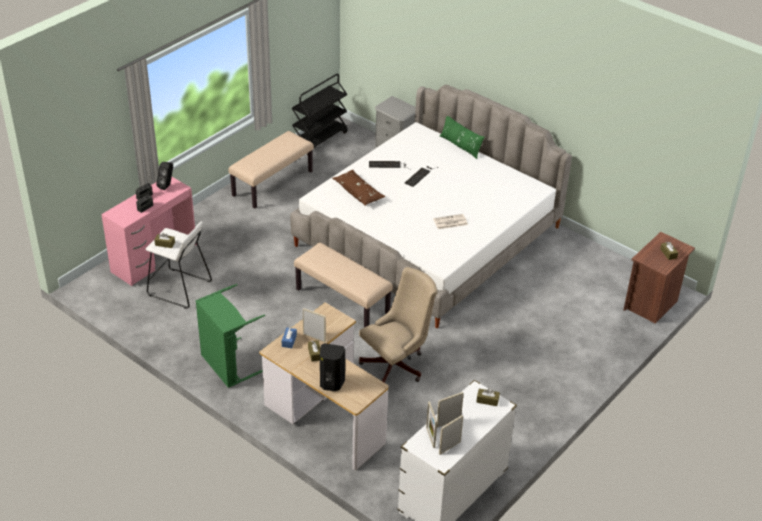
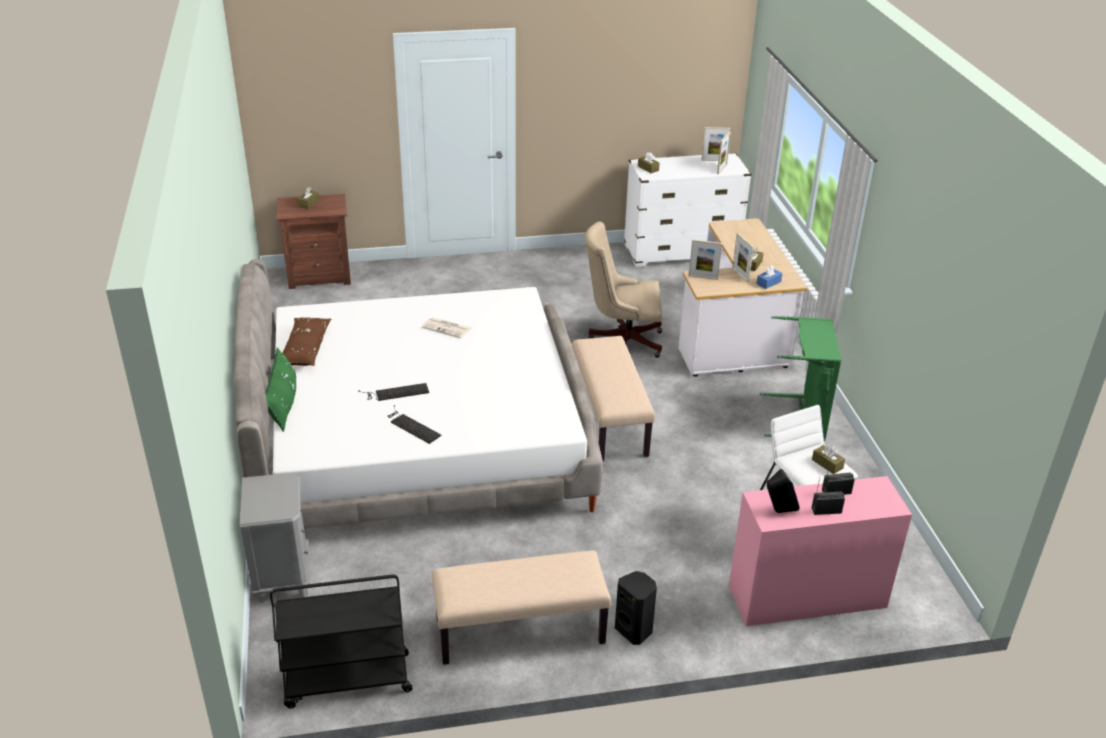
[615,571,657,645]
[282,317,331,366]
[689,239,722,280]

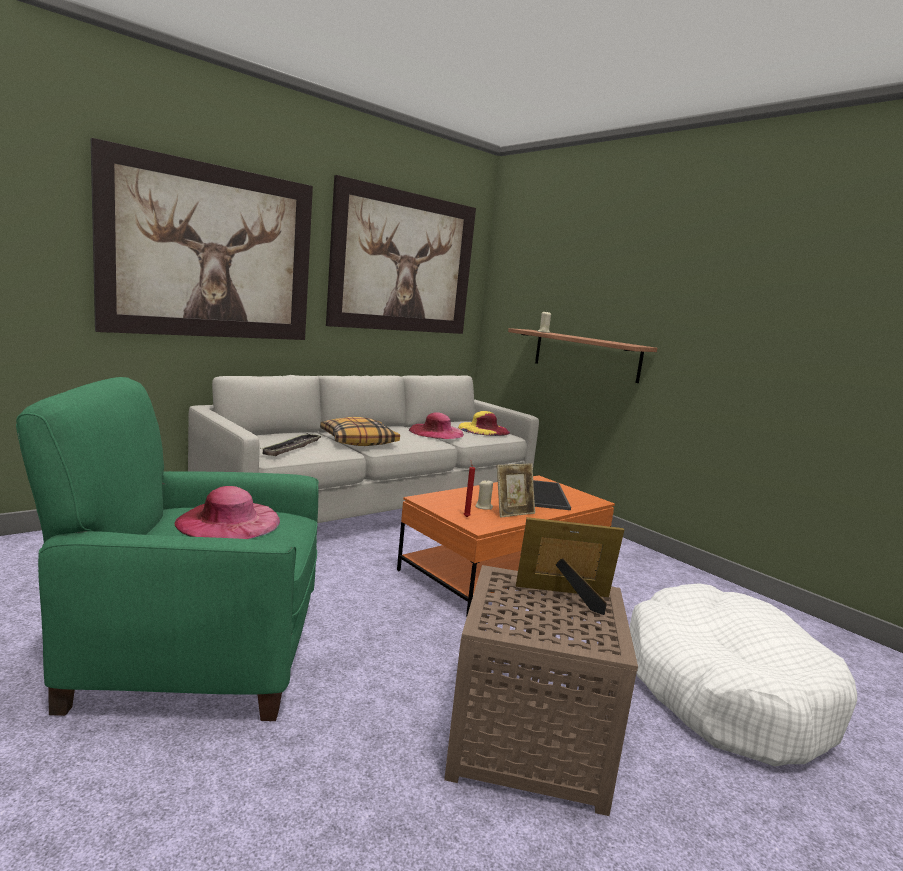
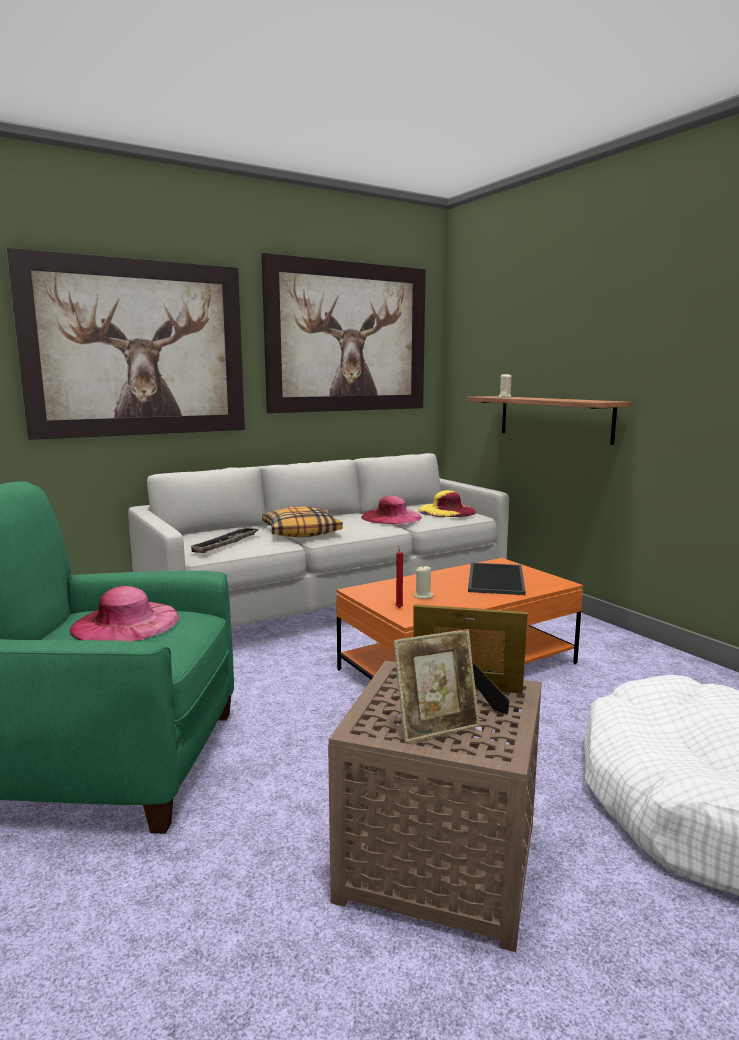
[393,629,480,743]

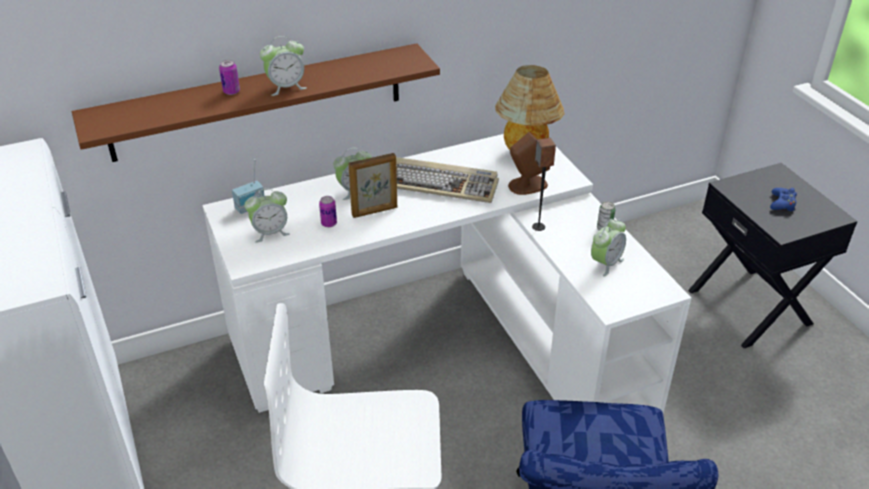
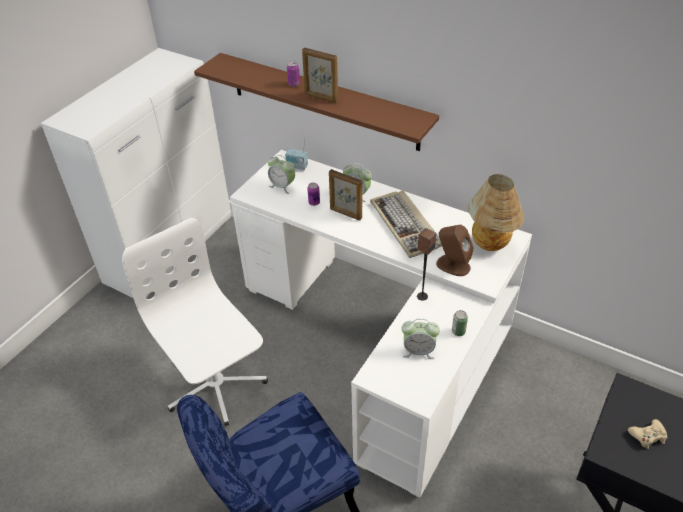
[302,47,338,103]
[628,419,668,449]

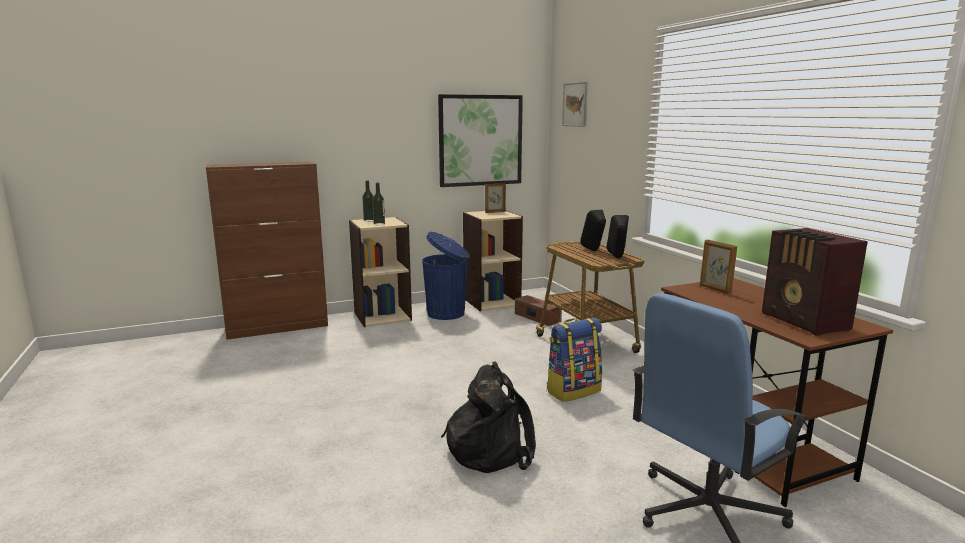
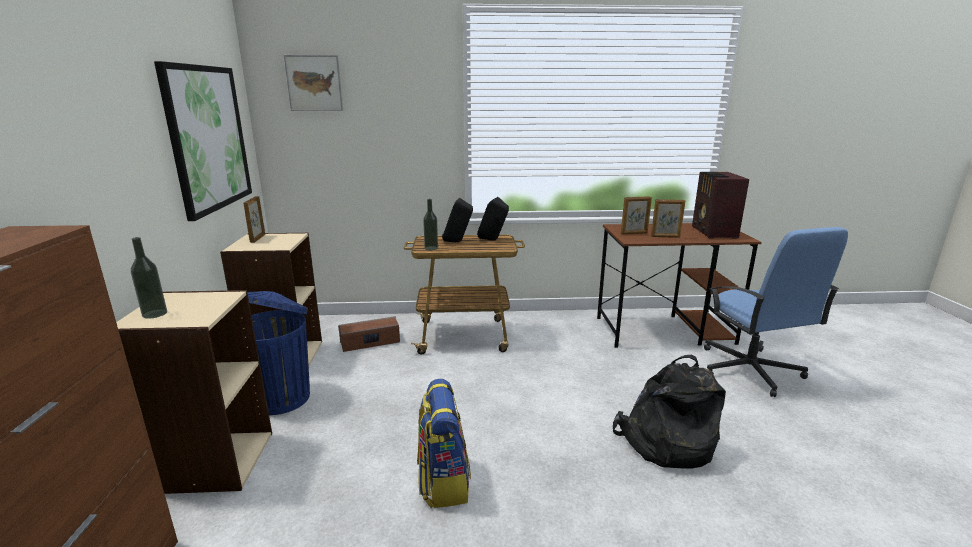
[651,199,685,238]
[423,199,438,250]
[417,379,471,508]
[692,172,749,239]

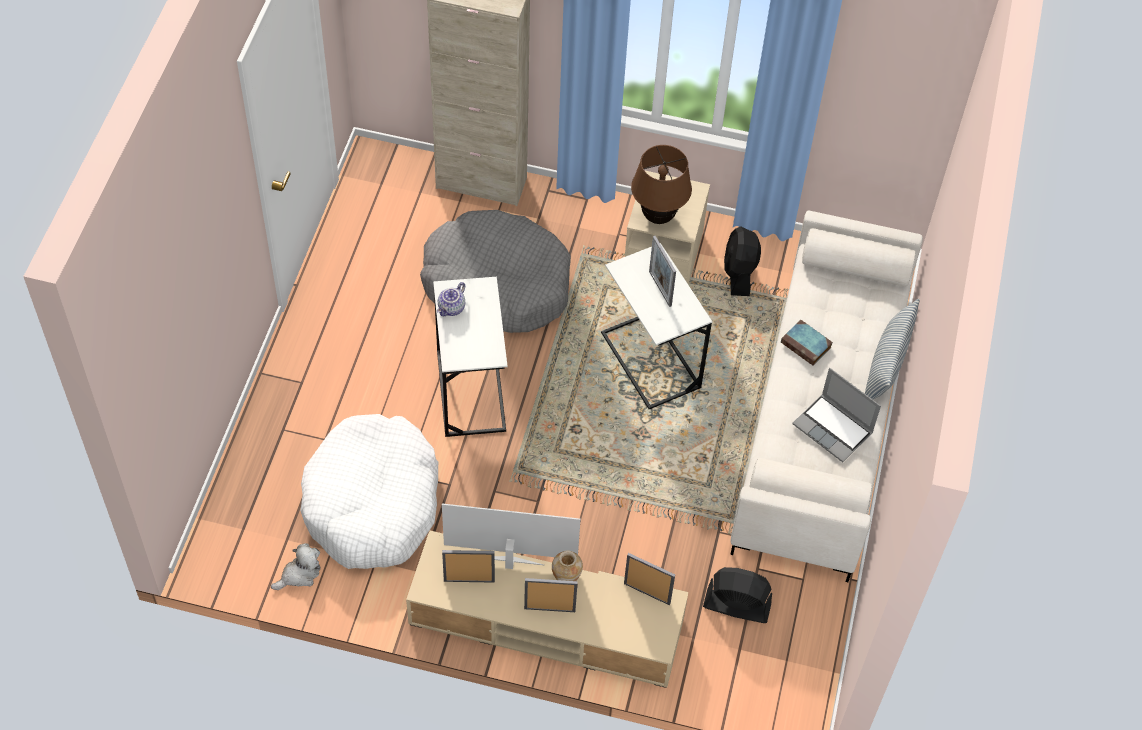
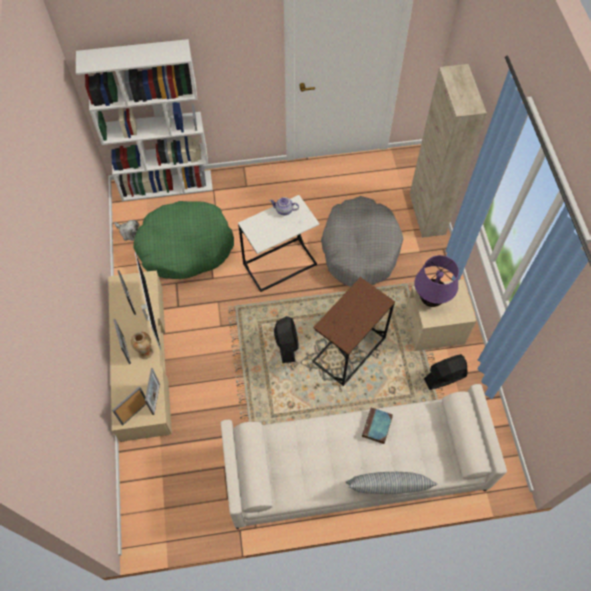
[792,368,881,463] (first image)
[76,39,213,201]
[112,386,146,426]
[274,316,298,363]
[133,201,234,279]
[312,277,395,386]
[414,255,459,307]

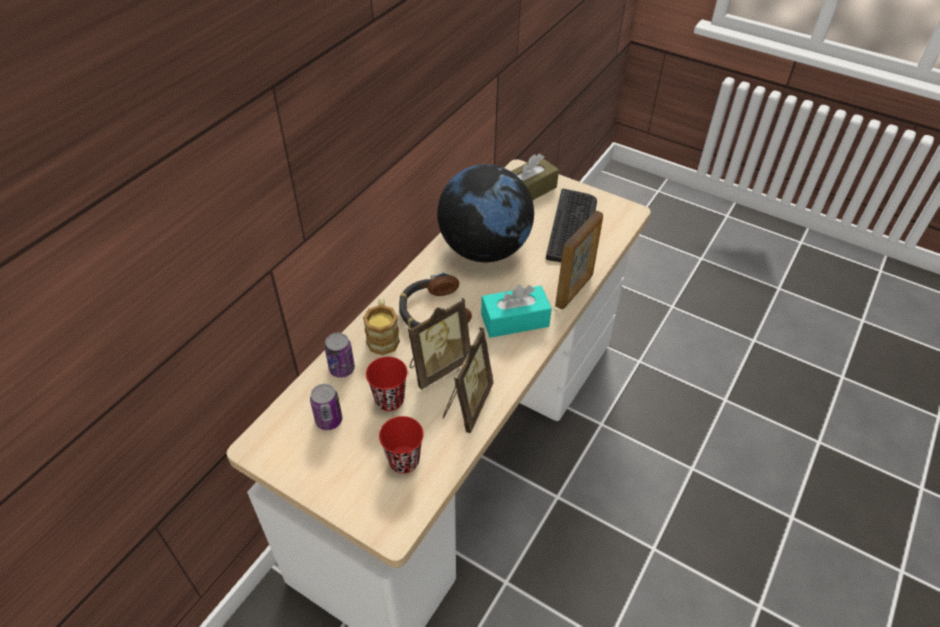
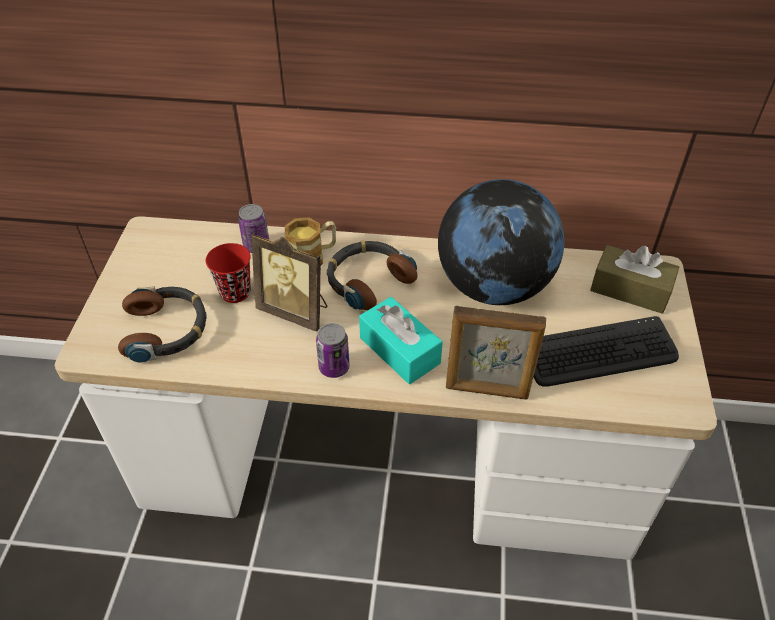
[443,327,494,433] (first image)
[316,323,350,378]
[118,286,207,363]

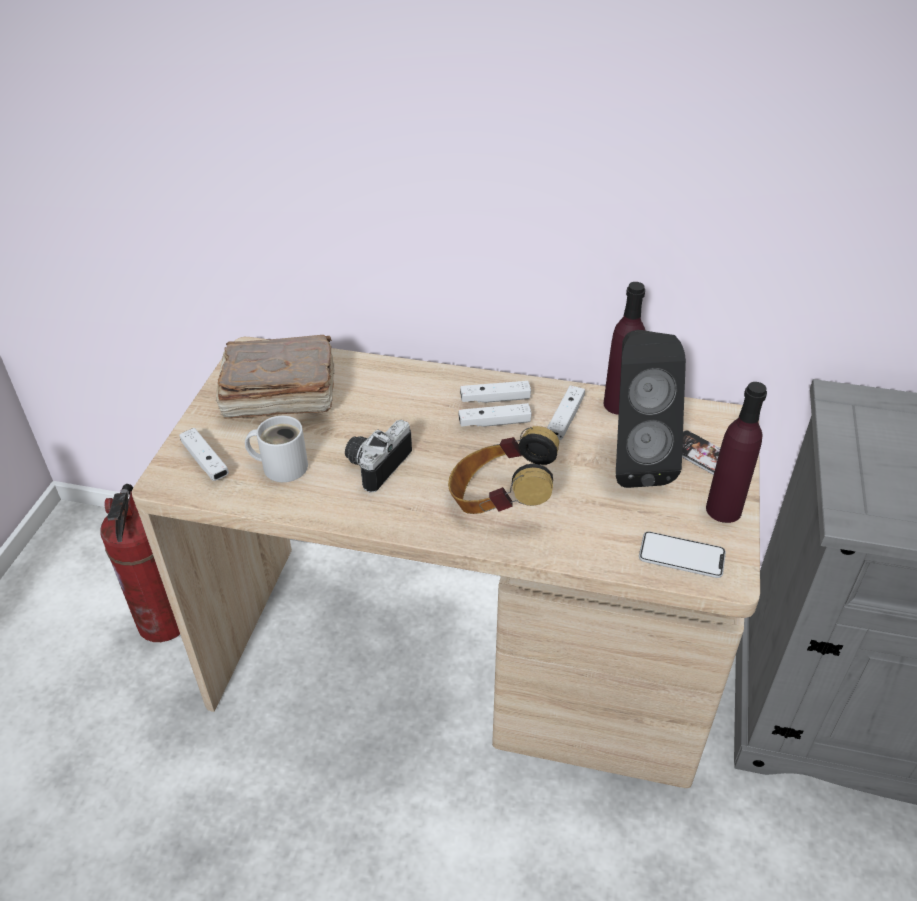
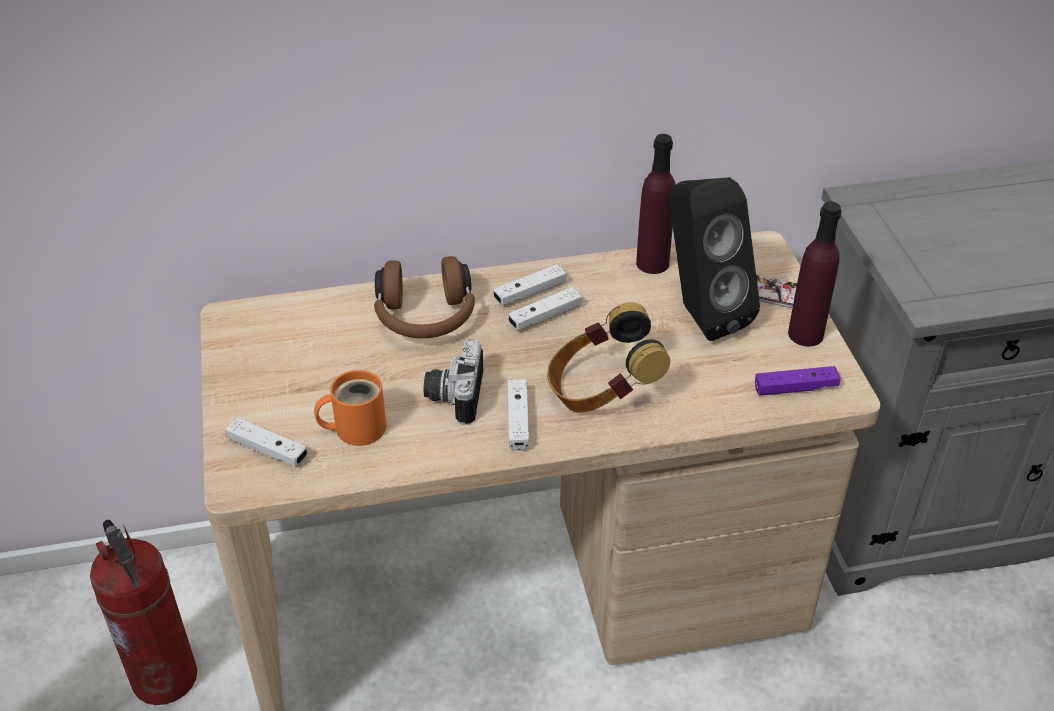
[216,335,335,419] (first image)
[374,256,475,338]
[507,379,529,451]
[755,366,841,396]
[314,370,386,446]

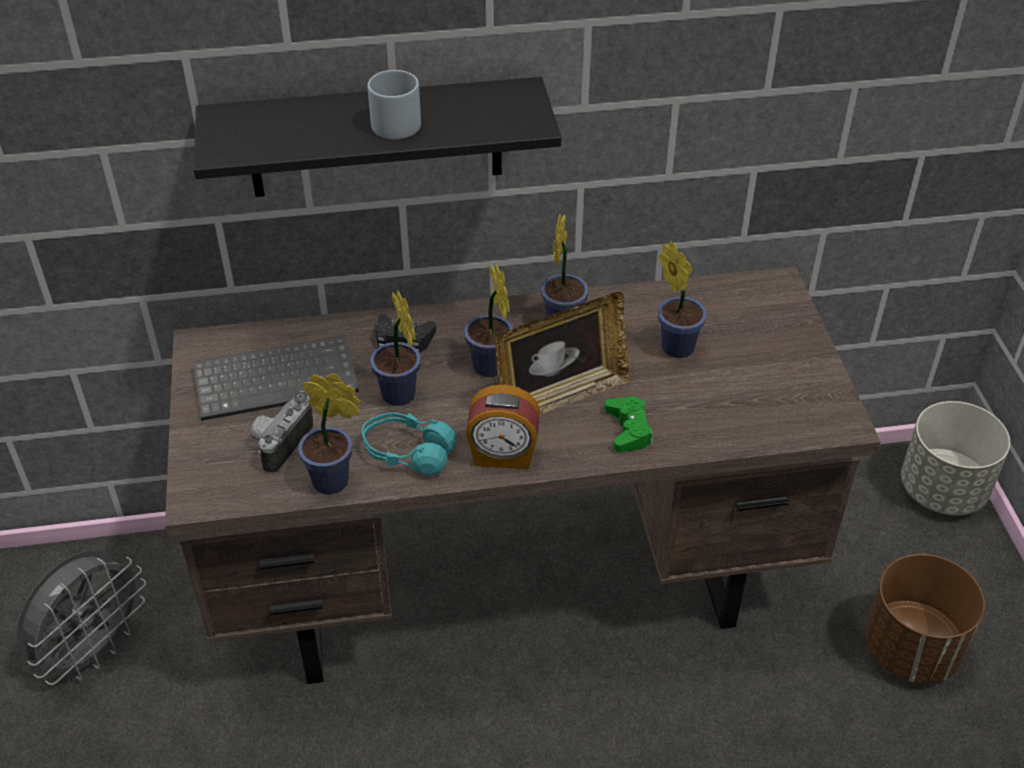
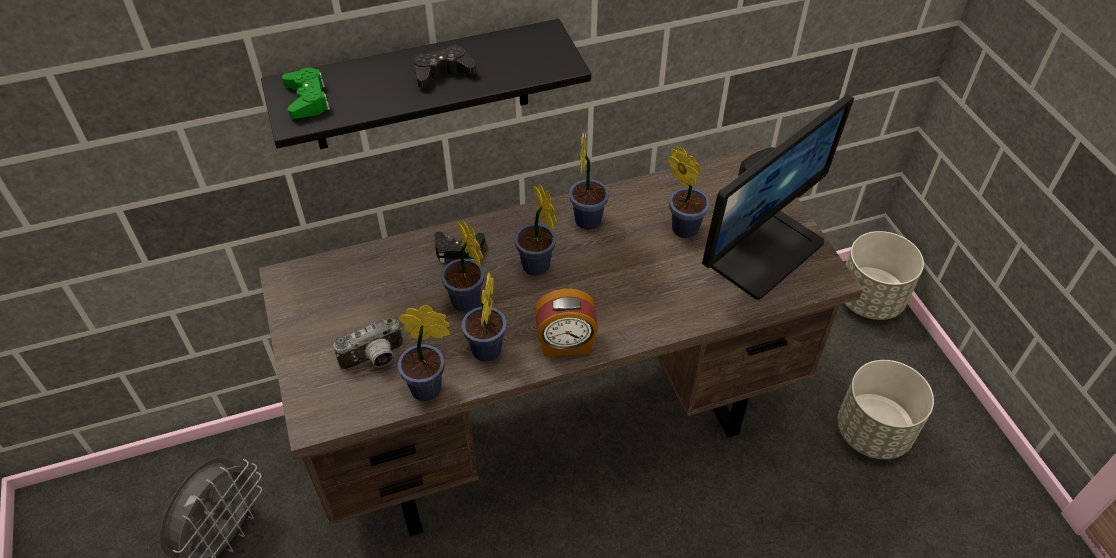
[193,335,359,421] (first image)
[495,292,630,415] (first image)
[702,94,854,300]
[282,68,330,119]
[461,272,507,362]
[414,45,476,88]
[837,360,934,460]
[334,319,403,371]

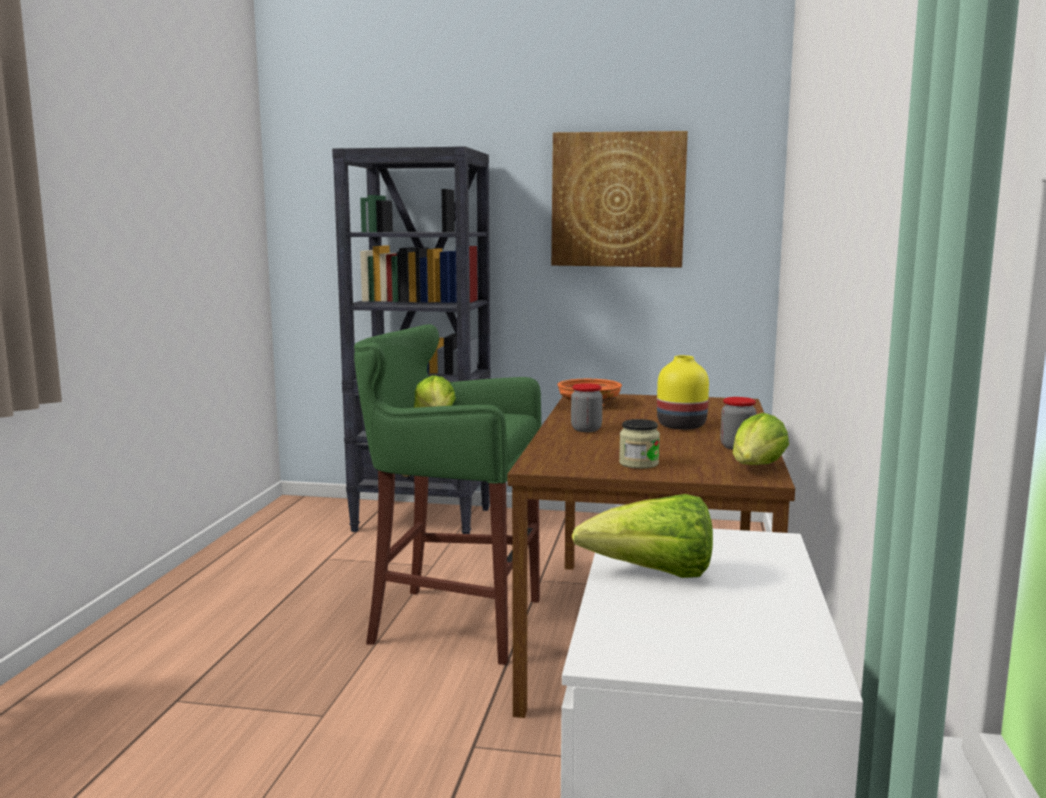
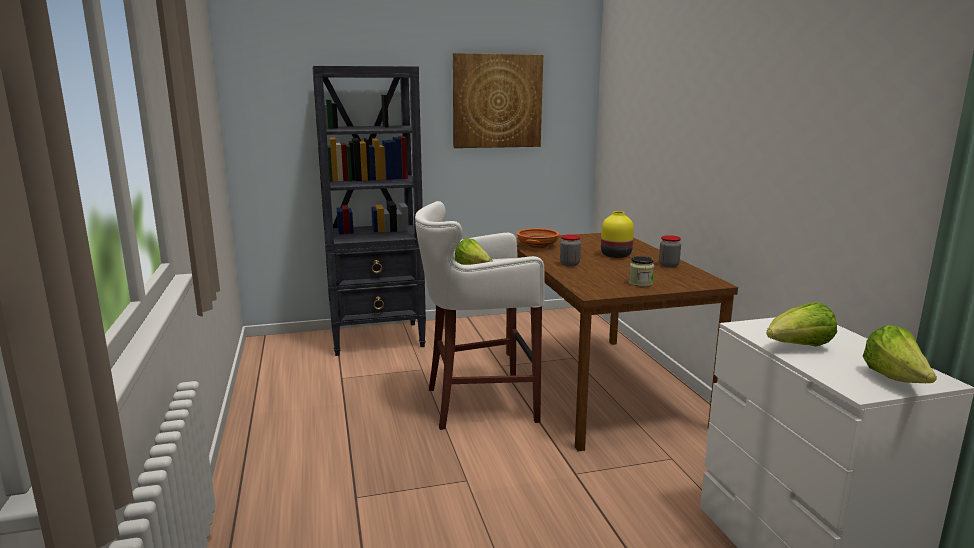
[863,325,937,383]
[415,201,544,430]

